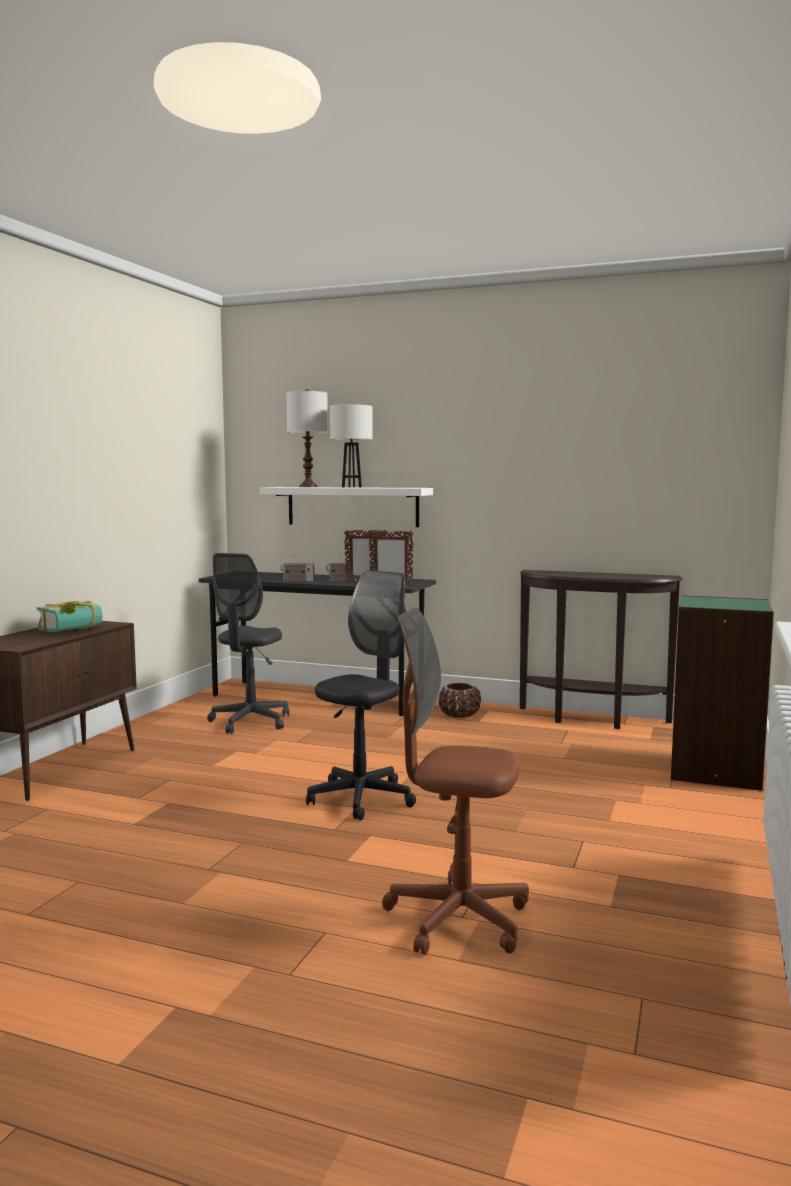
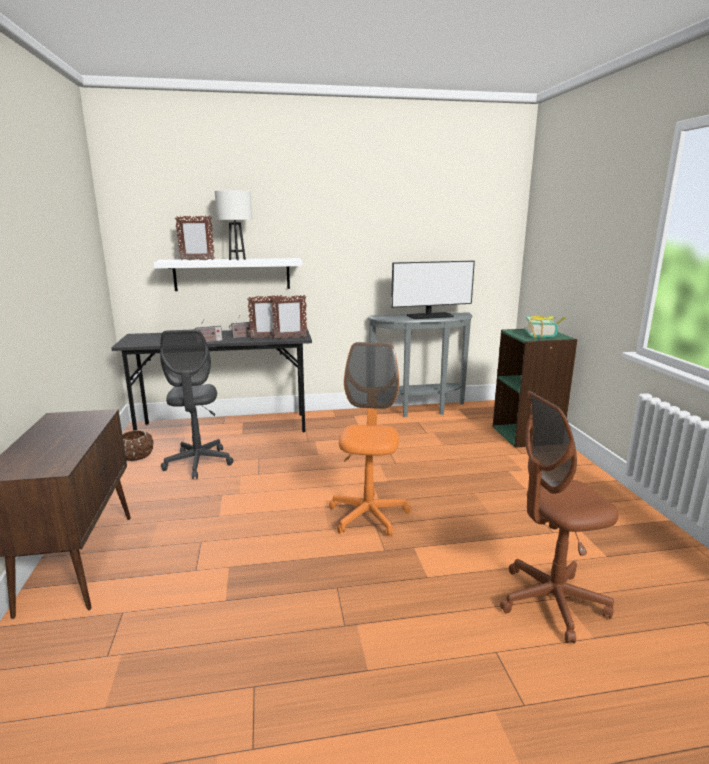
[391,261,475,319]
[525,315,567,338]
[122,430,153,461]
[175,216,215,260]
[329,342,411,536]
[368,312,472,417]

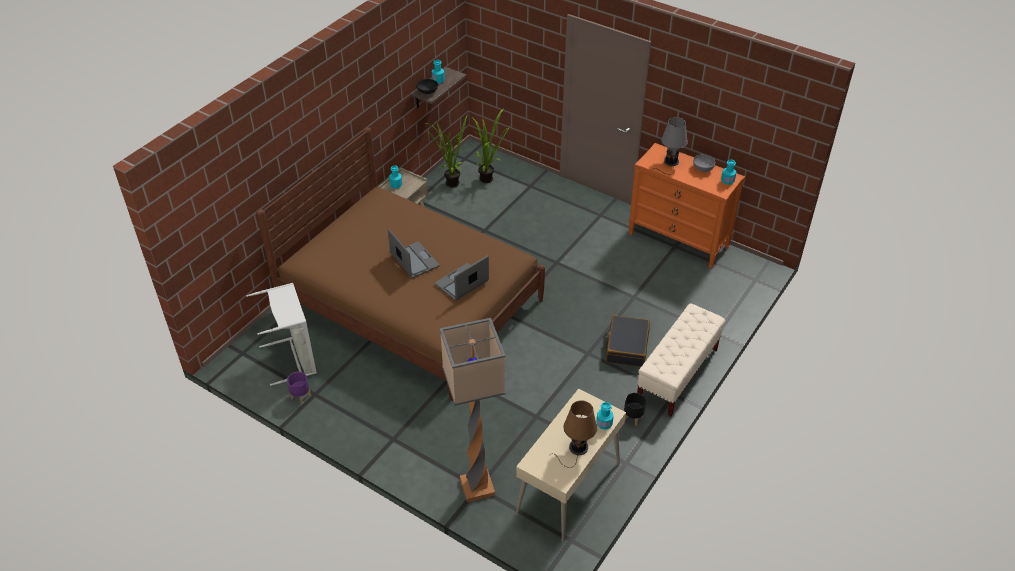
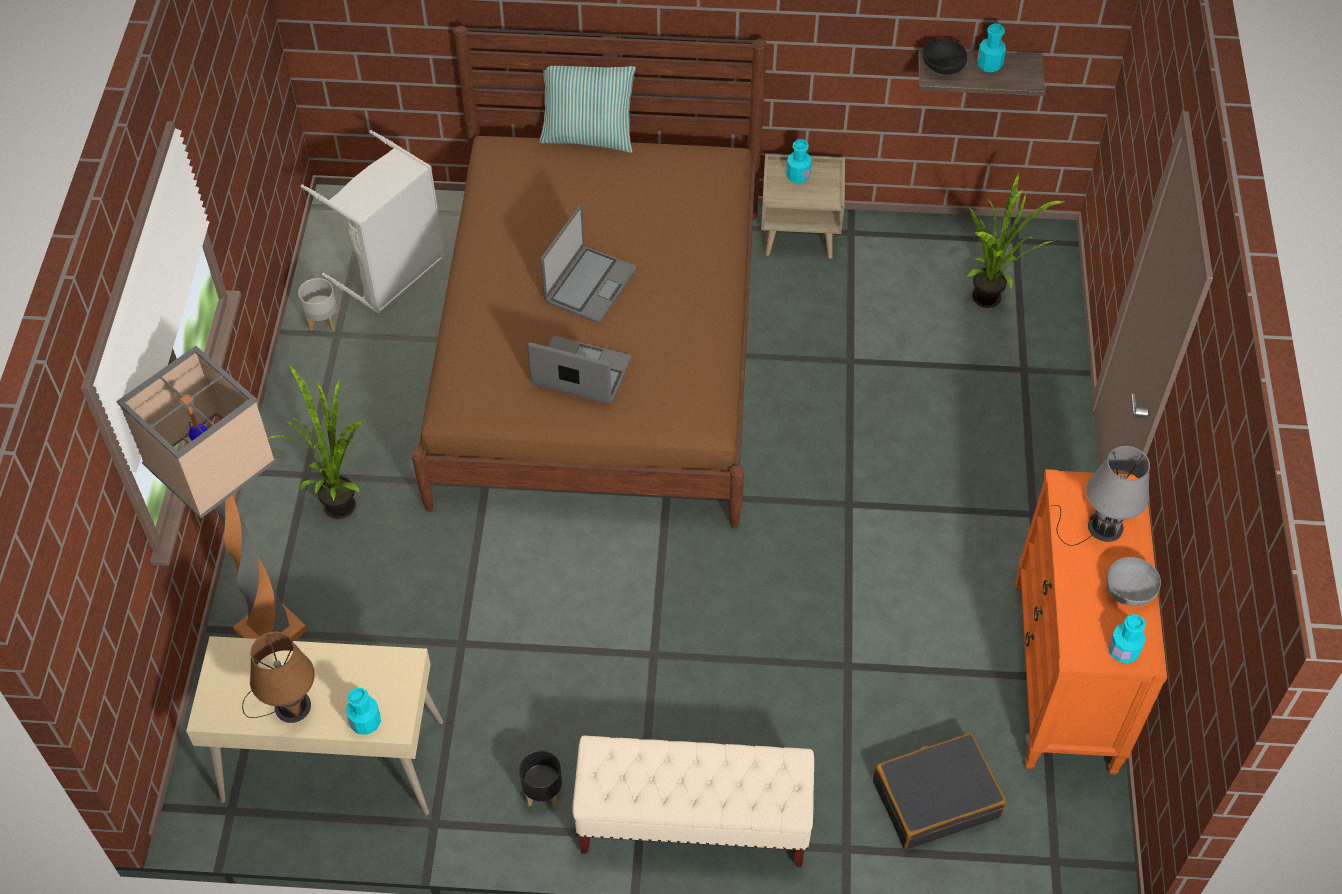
[539,66,636,153]
[268,365,365,519]
[873,733,1006,850]
[298,278,337,331]

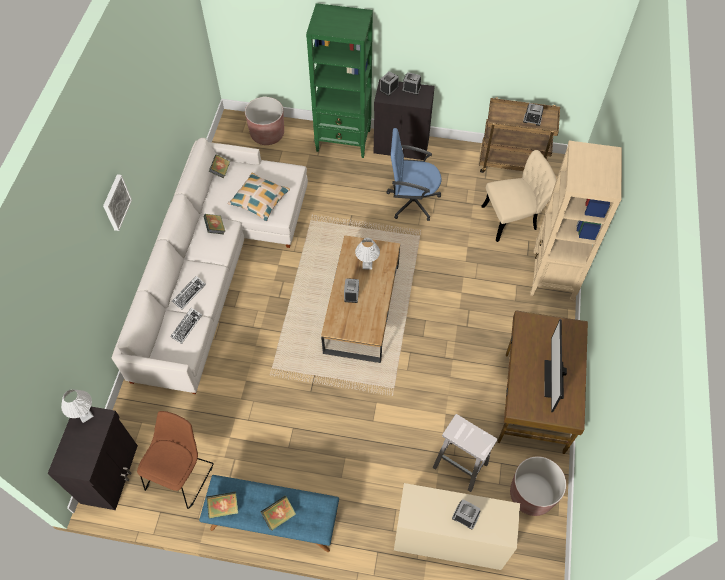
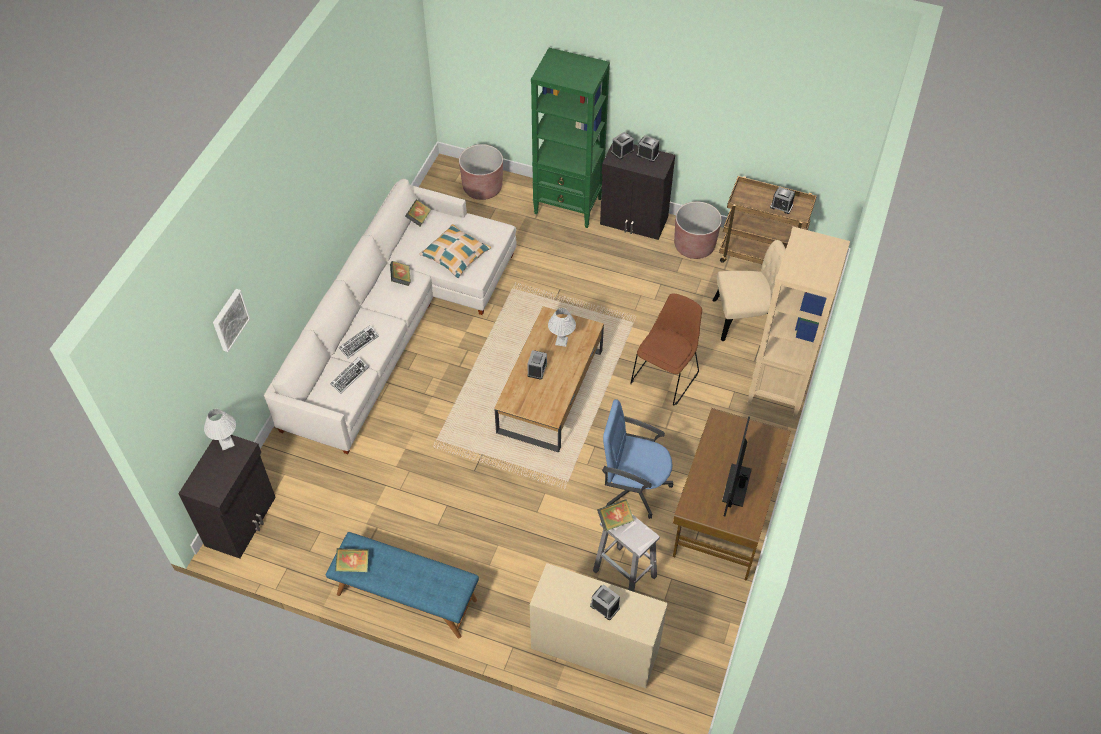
[213,289,250,352]
[630,293,702,406]
[597,499,634,531]
[602,399,673,519]
[674,202,722,259]

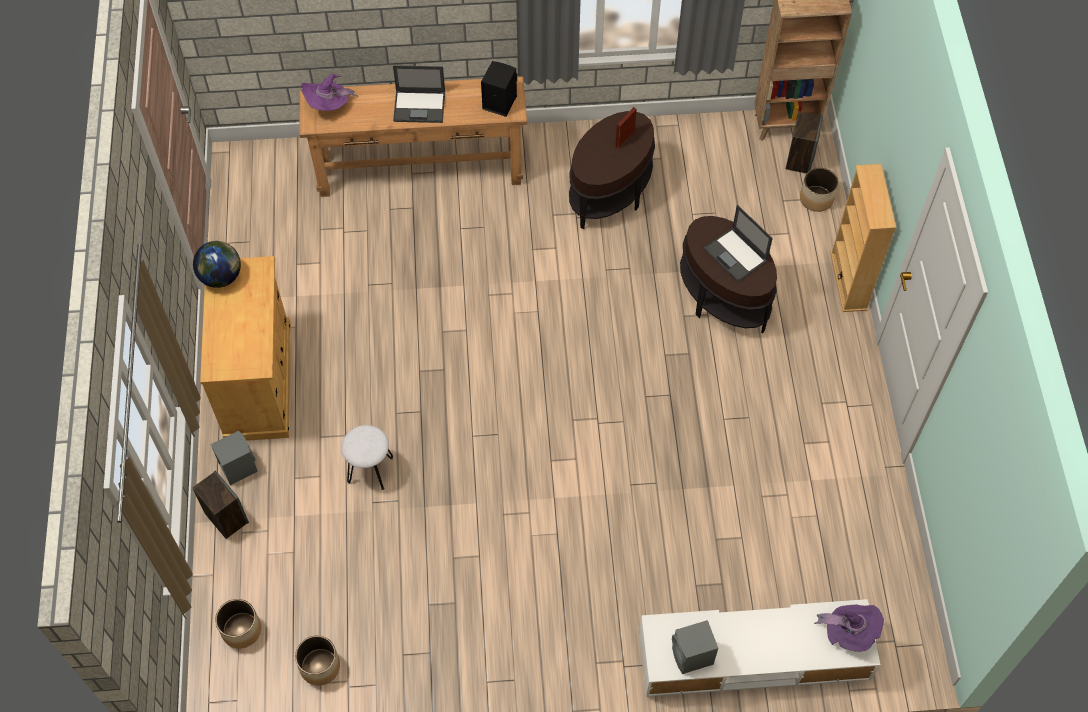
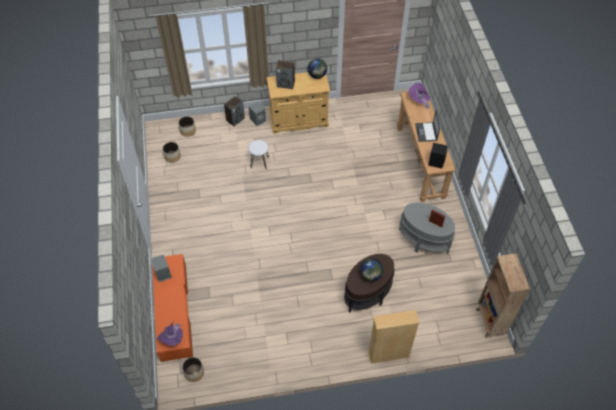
[276,60,295,89]
[182,357,204,382]
[360,258,383,282]
[399,202,455,254]
[152,254,193,362]

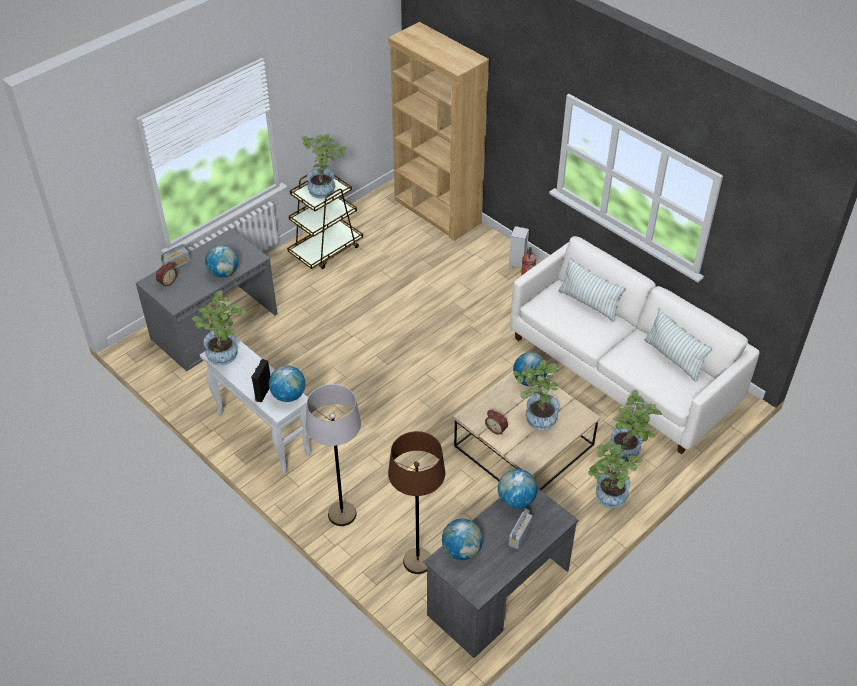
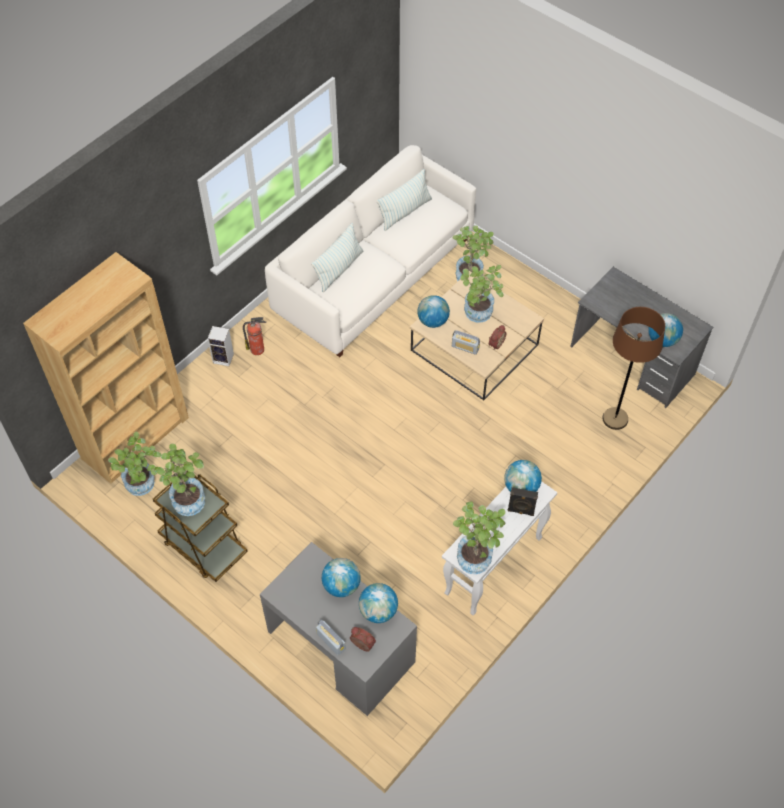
[306,384,361,526] (first image)
[359,583,398,623]
[452,330,480,355]
[108,432,161,496]

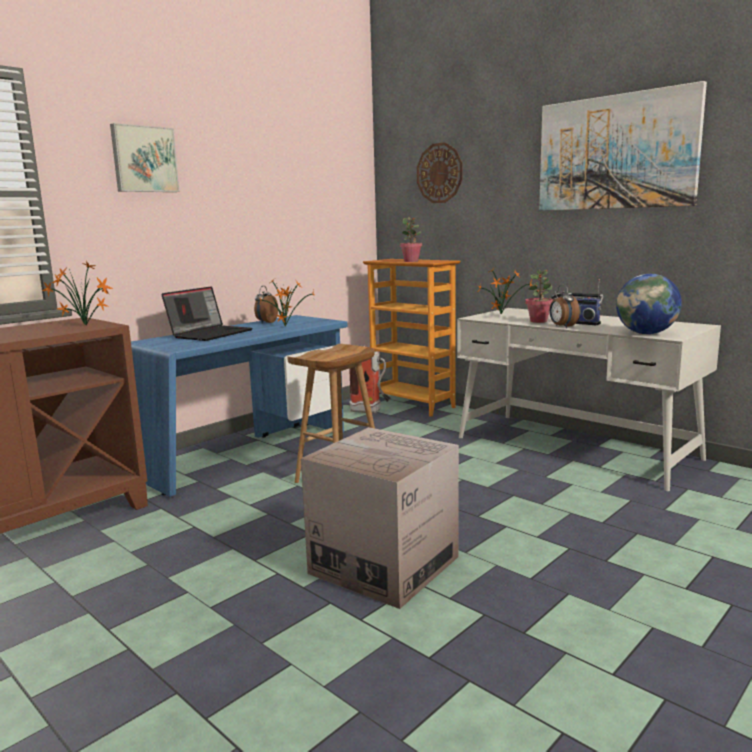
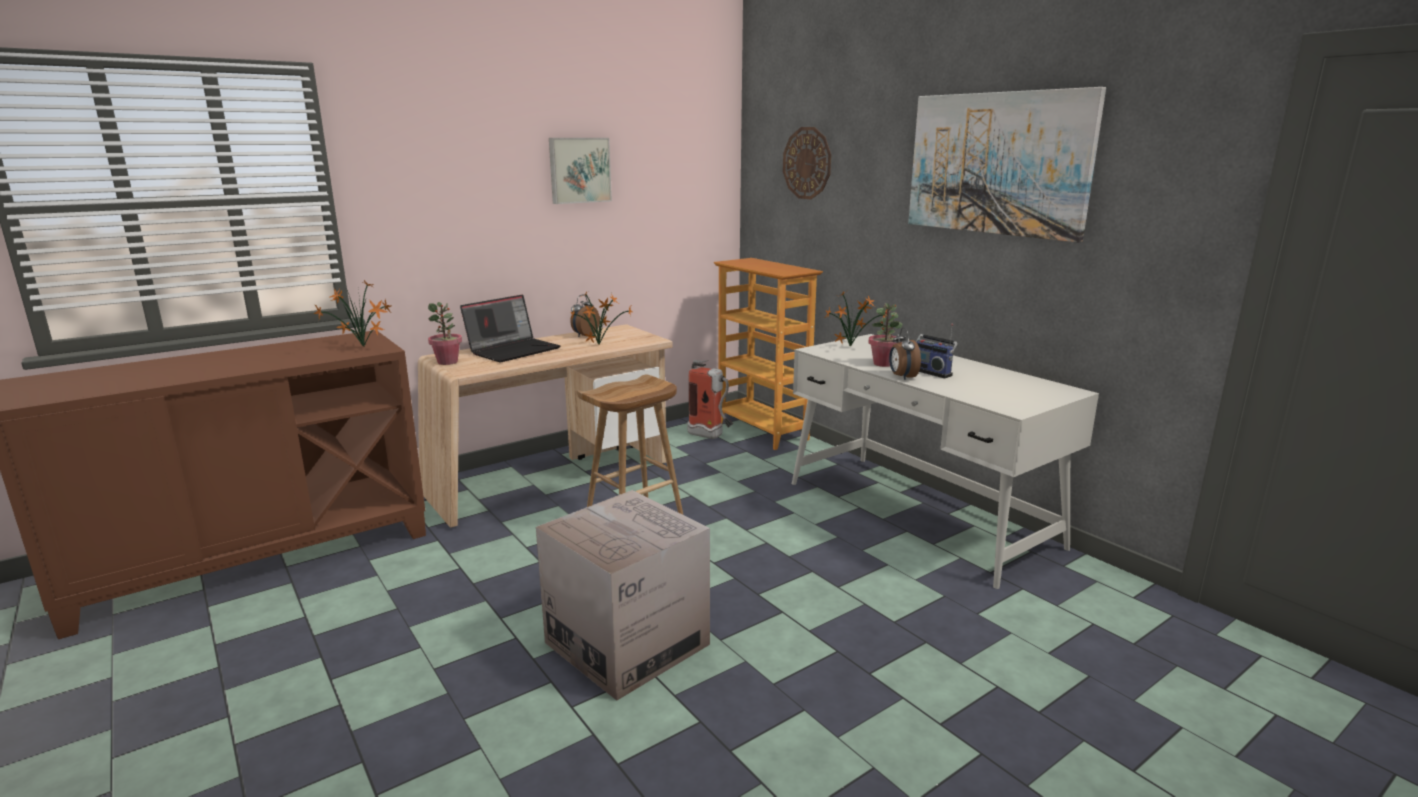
[616,274,682,334] (first image)
[549,138,612,204]
[428,302,462,365]
[418,324,673,528]

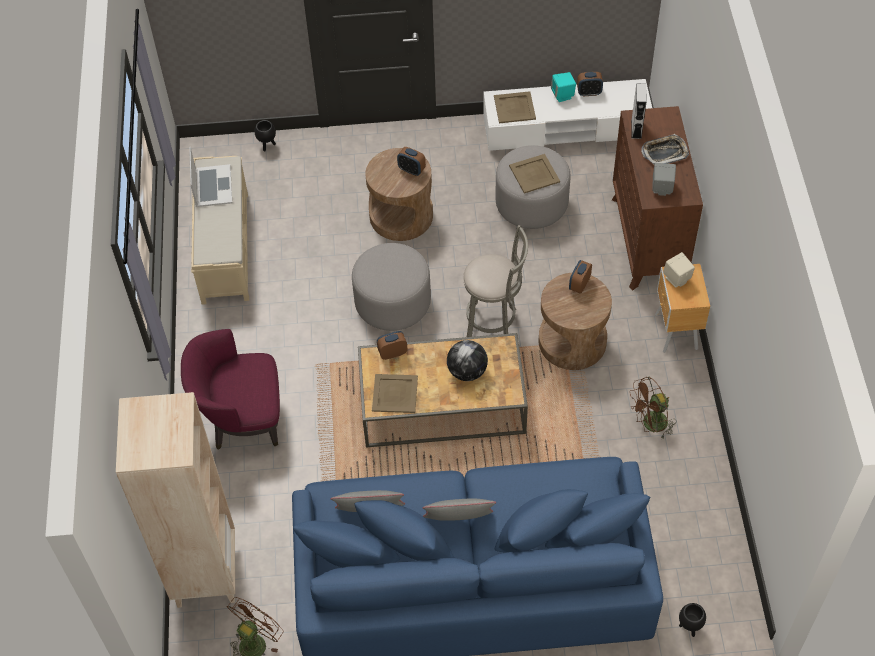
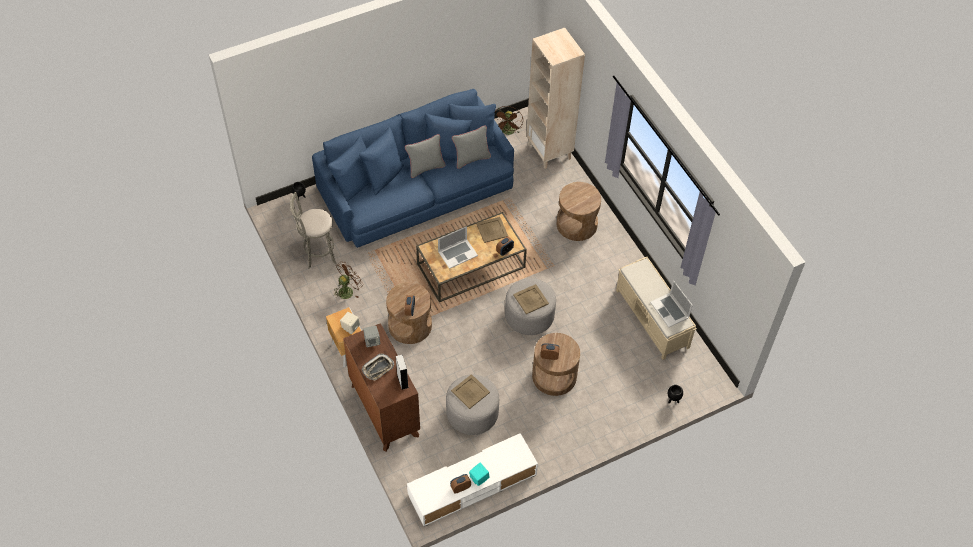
[290,192,336,269]
[513,284,549,314]
[557,182,601,241]
[438,226,478,269]

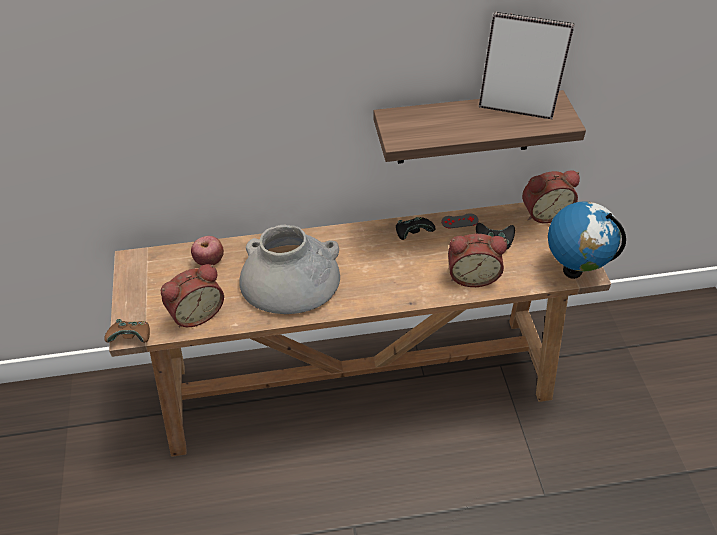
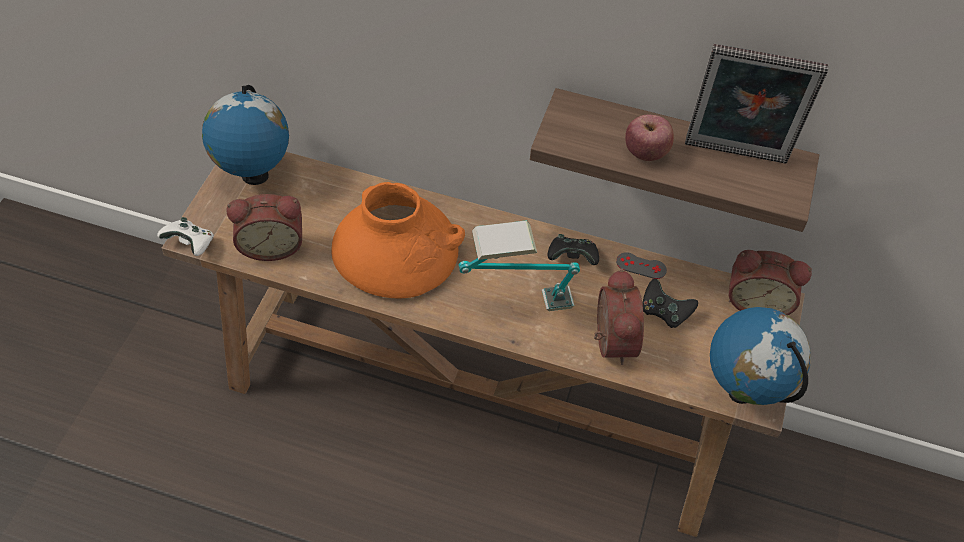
[202,85,289,185]
[458,220,580,311]
[625,115,674,161]
[157,217,214,256]
[331,182,465,298]
[594,268,644,365]
[685,44,828,164]

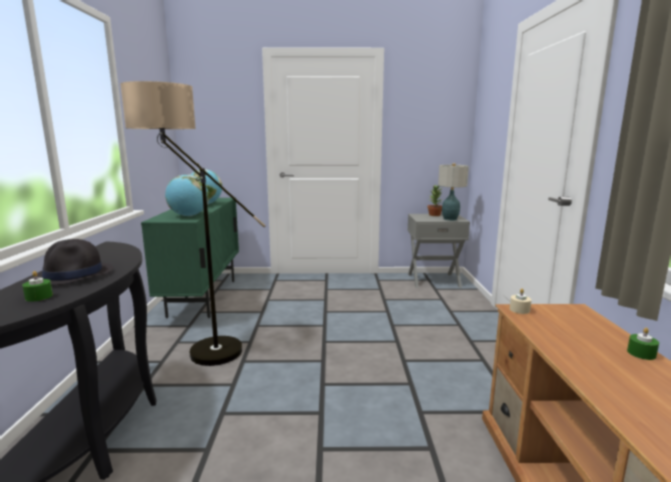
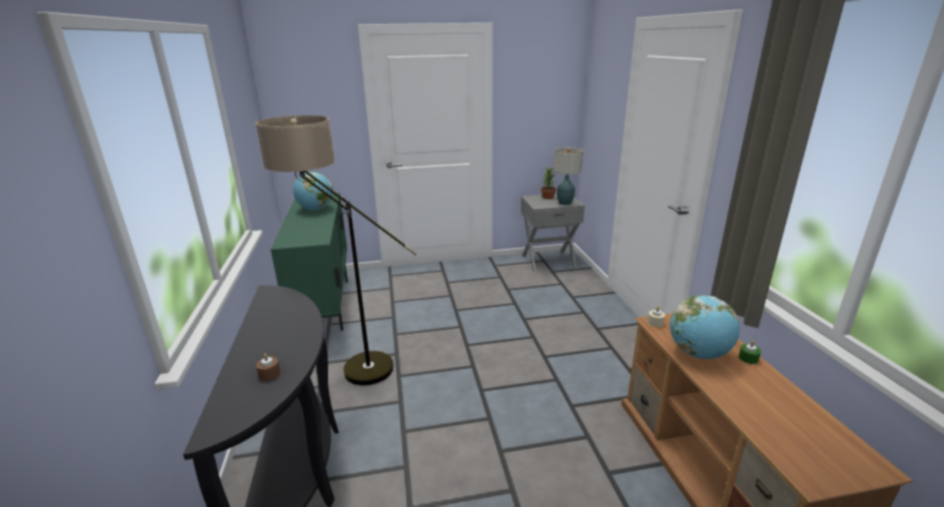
[29,239,113,285] (first image)
[670,295,740,359]
[256,353,280,381]

